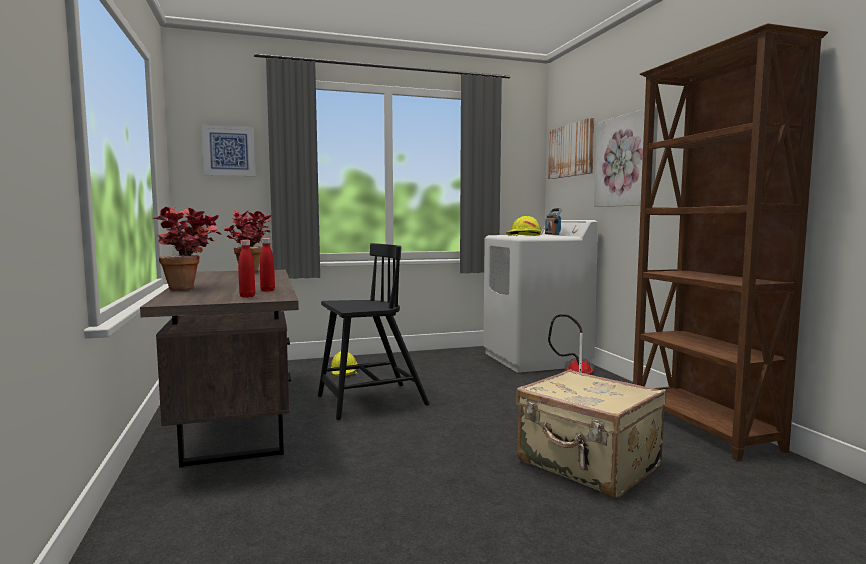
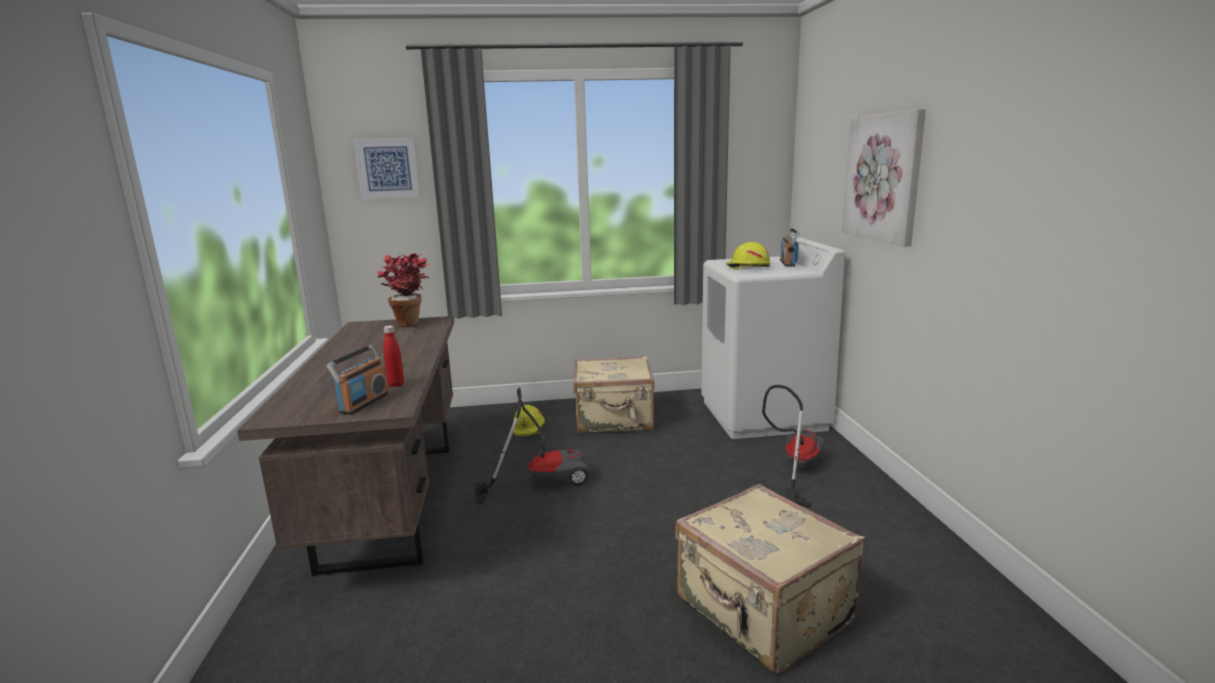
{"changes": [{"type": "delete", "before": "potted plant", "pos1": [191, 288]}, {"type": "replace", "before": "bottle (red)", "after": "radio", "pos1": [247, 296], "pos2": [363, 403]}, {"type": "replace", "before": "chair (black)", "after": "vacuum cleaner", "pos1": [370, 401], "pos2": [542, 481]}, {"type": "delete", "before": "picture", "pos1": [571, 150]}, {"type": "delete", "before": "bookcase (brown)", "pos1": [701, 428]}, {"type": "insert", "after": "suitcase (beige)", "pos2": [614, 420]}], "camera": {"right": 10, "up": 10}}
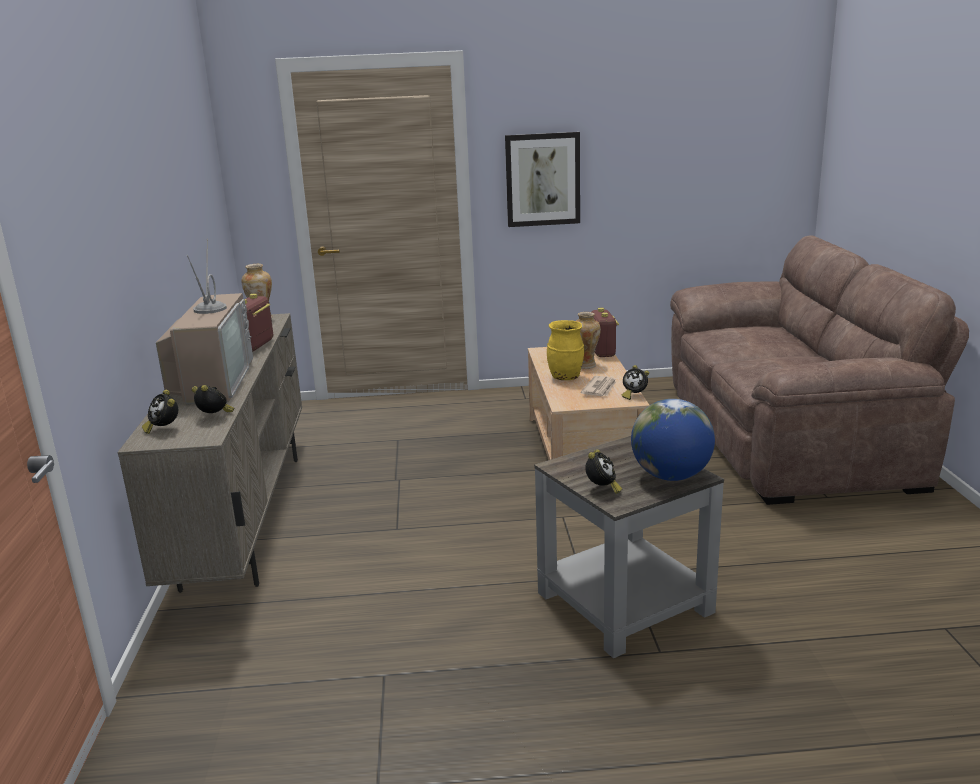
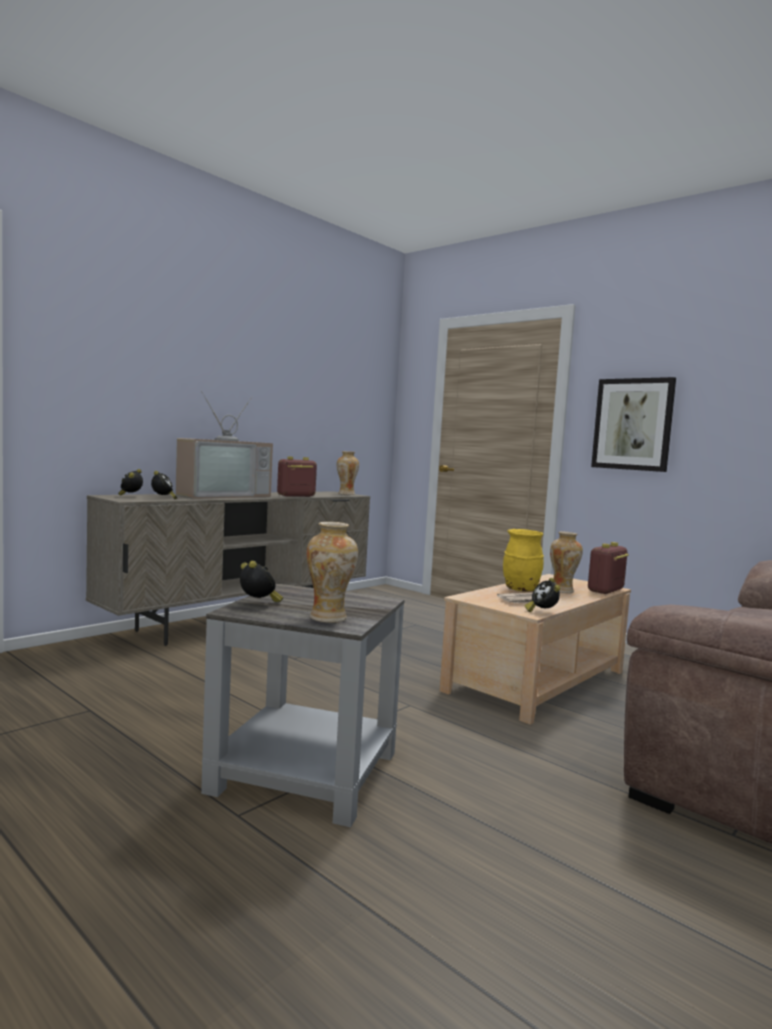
{"changes": [{"type": "rotate", "before": "alarm clock", "pos1": [602, 489], "pos2": [259, 603], "turn": -105}, {"type": "replace", "before": "globe", "after": "vase", "pos1": [671, 476], "pos2": [329, 618]}], "camera": {"right": 45, "up": -15}}
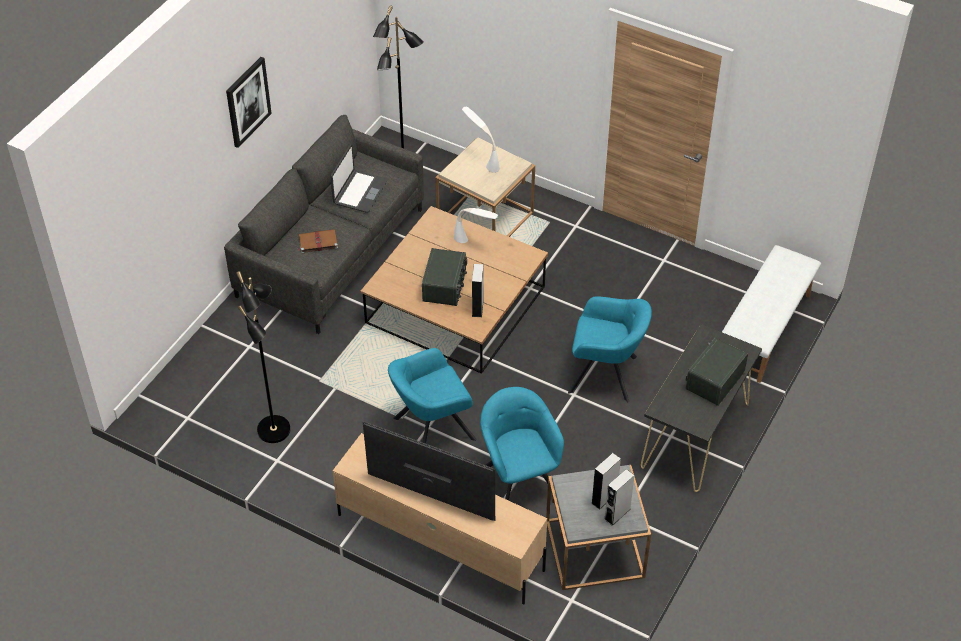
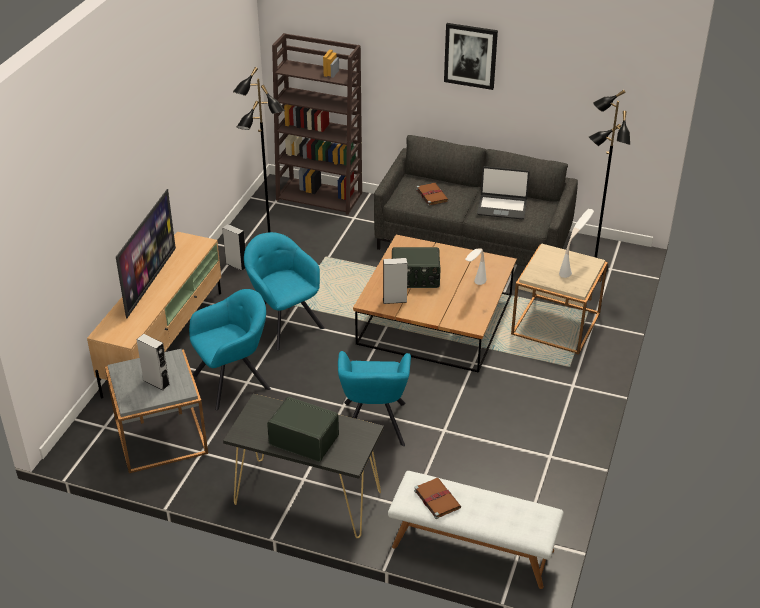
{"changes": [{"type": "move", "before": "speaker (grey)", "pos1": [617, 514], "pos2": [236, 265]}, {"type": "insert", "after": "bookcase (brown)", "pos2": [320, 196]}, {"type": "insert", "after": "book (brown)", "pos2": [436, 498]}], "camera": {"right": 80, "up": -10}}
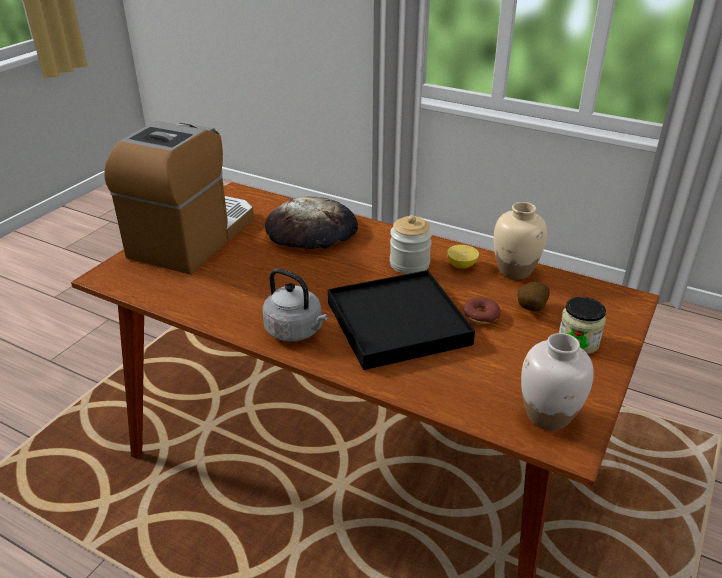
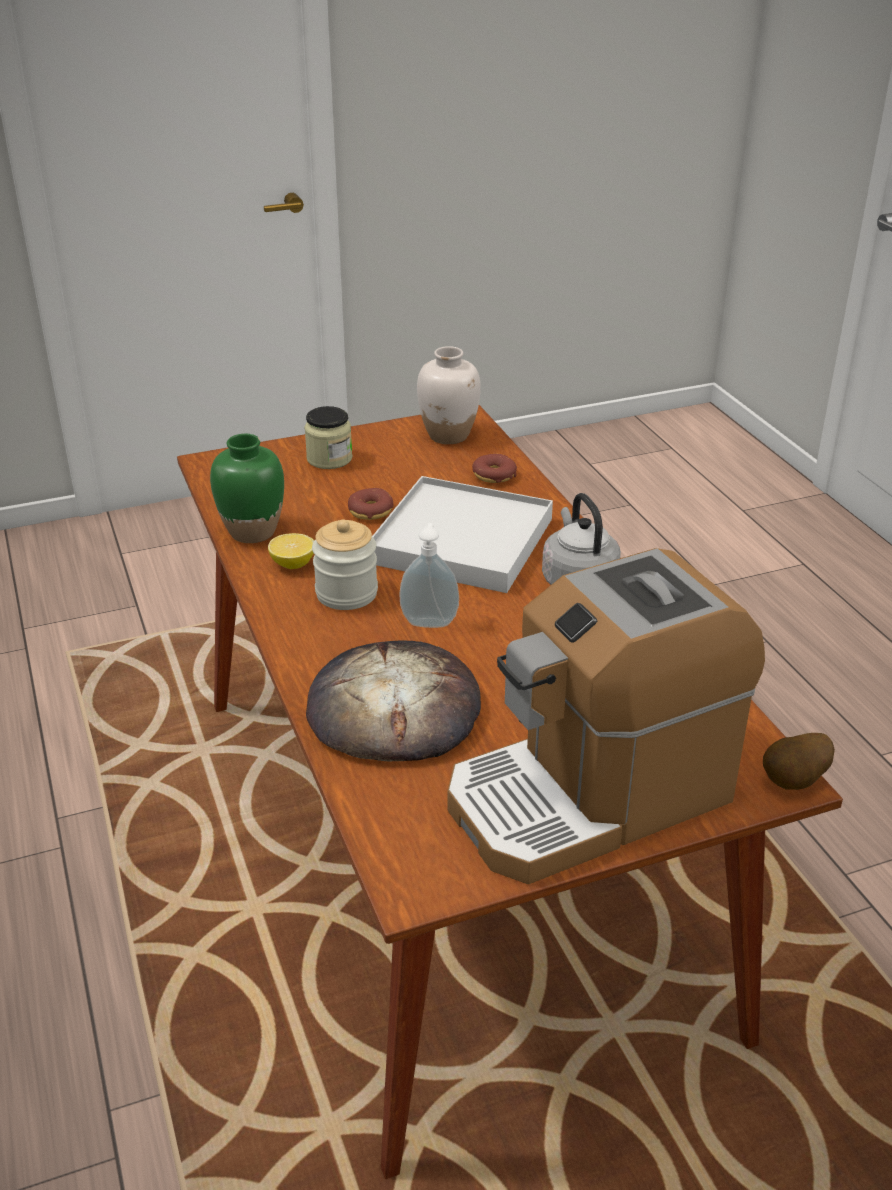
{"changes": [{"type": "recolor", "before": "tray (black)", "after": "tray (white)", "pos1": [398, 323], "pos2": [461, 540]}, {"type": "recolor", "before": "vase (beige)", "after": "vase (green)", "pos1": [515, 271], "pos2": [252, 532]}, {"type": "move", "before": "potato", "pos1": [529, 309], "pos2": [795, 782]}, {"type": "insert", "after": "soap dispenser", "pos2": [429, 621]}, {"type": "insert", "after": "donut", "pos2": [494, 475]}], "camera": {"right": -140, "up": 0}}
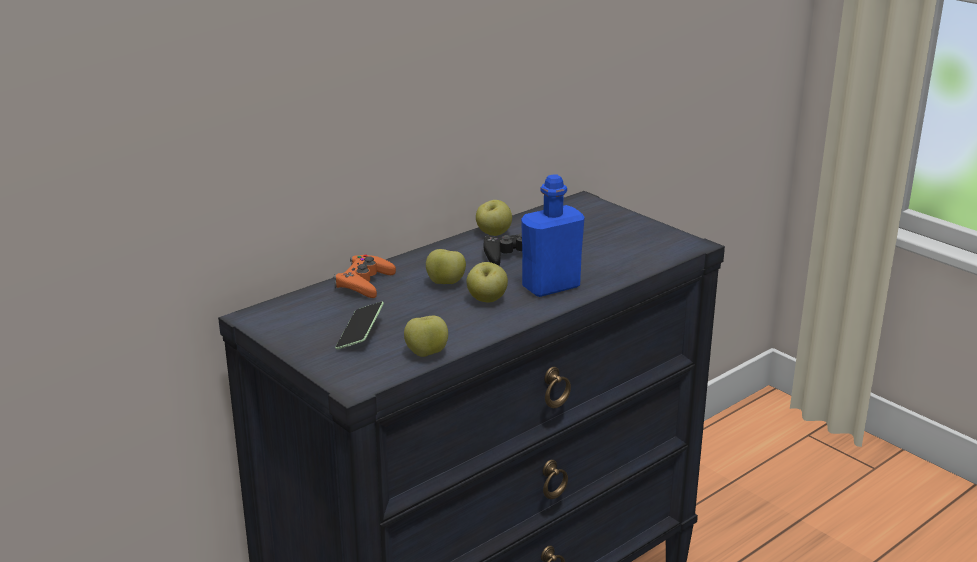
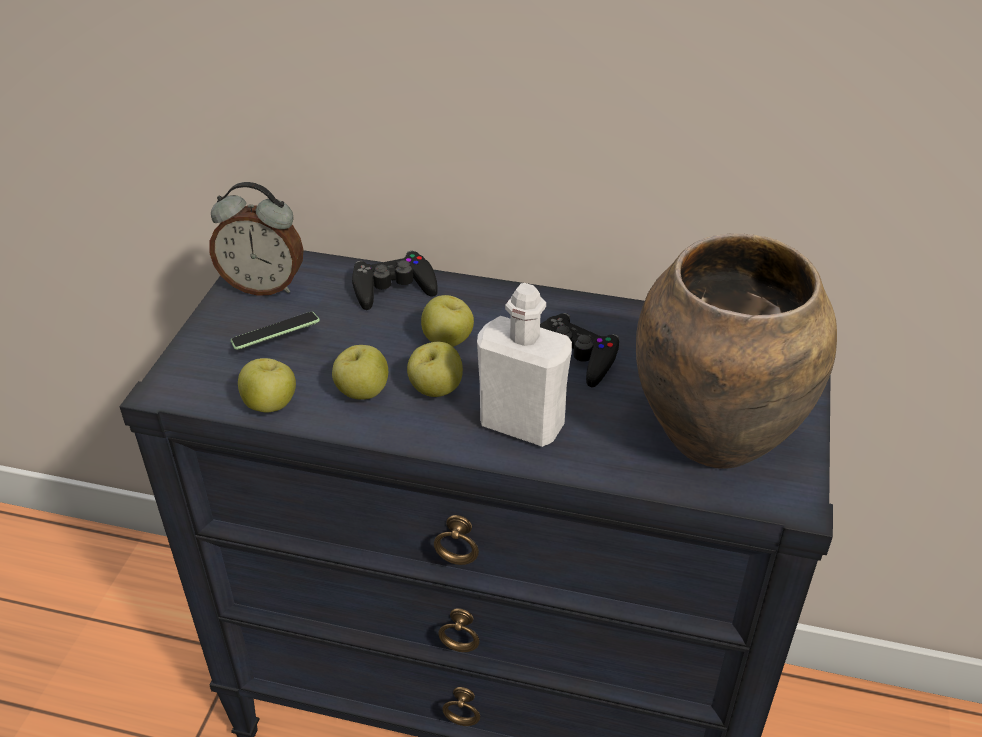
{"changes": [{"type": "recolor", "before": "game controller (orange)", "after": "game controller (black)", "pos1": [364, 283], "pos2": [393, 288]}, {"type": "move", "before": "apple", "pos1": [494, 234], "pos2": [362, 392]}, {"type": "recolor", "before": "bottle (blue)", "after": "bottle (white)", "pos1": [551, 286], "pos2": [522, 424]}, {"type": "insert", "after": "alarm clock", "pos2": [264, 286]}, {"type": "insert", "after": "vase (brown)", "pos2": [717, 438]}], "camera": {"right": 55, "up": 15}}
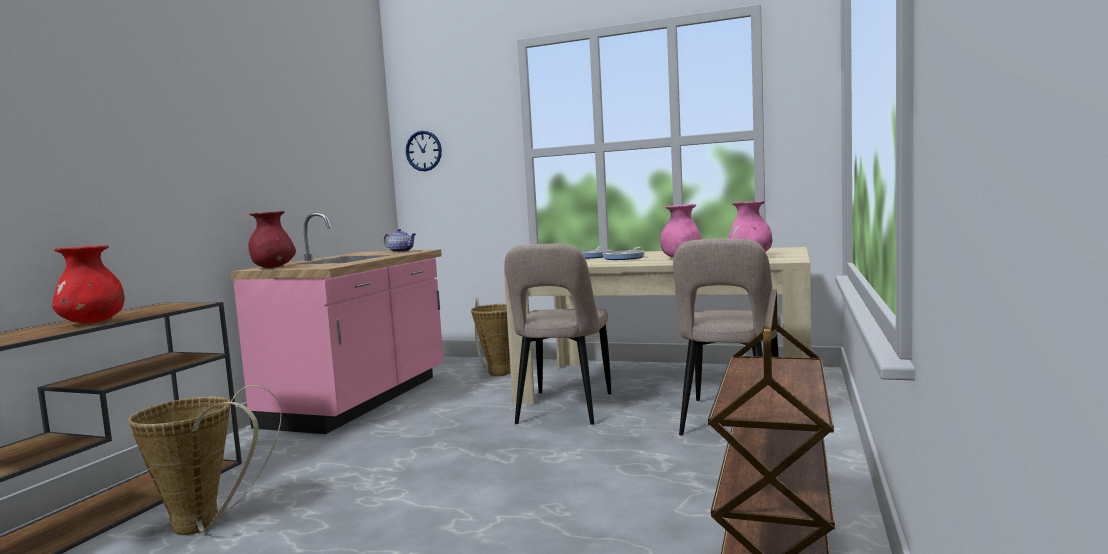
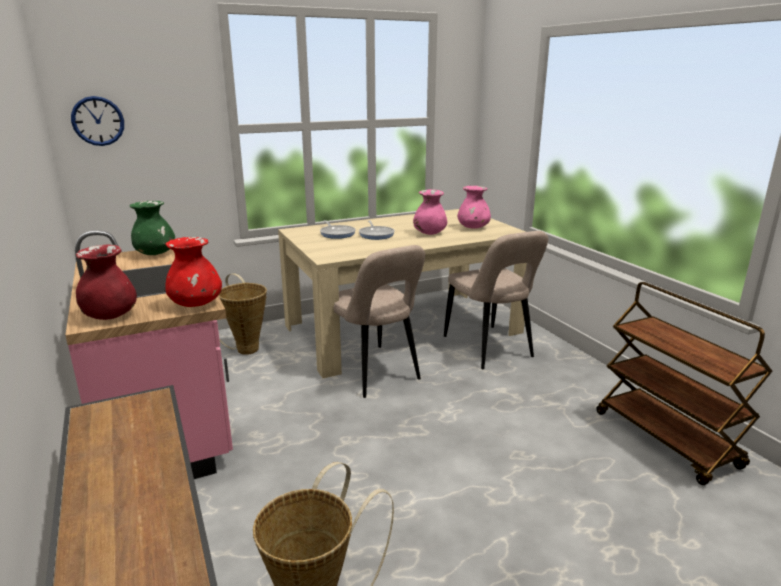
{"changes": [{"type": "move", "before": "vase (red)", "pos1": [92, 323], "pos2": [196, 304]}, {"type": "replace", "before": "teapot", "after": "vase (green)", "pos1": [401, 251], "pos2": [155, 254]}], "camera": {"right": -45, "up": 15}}
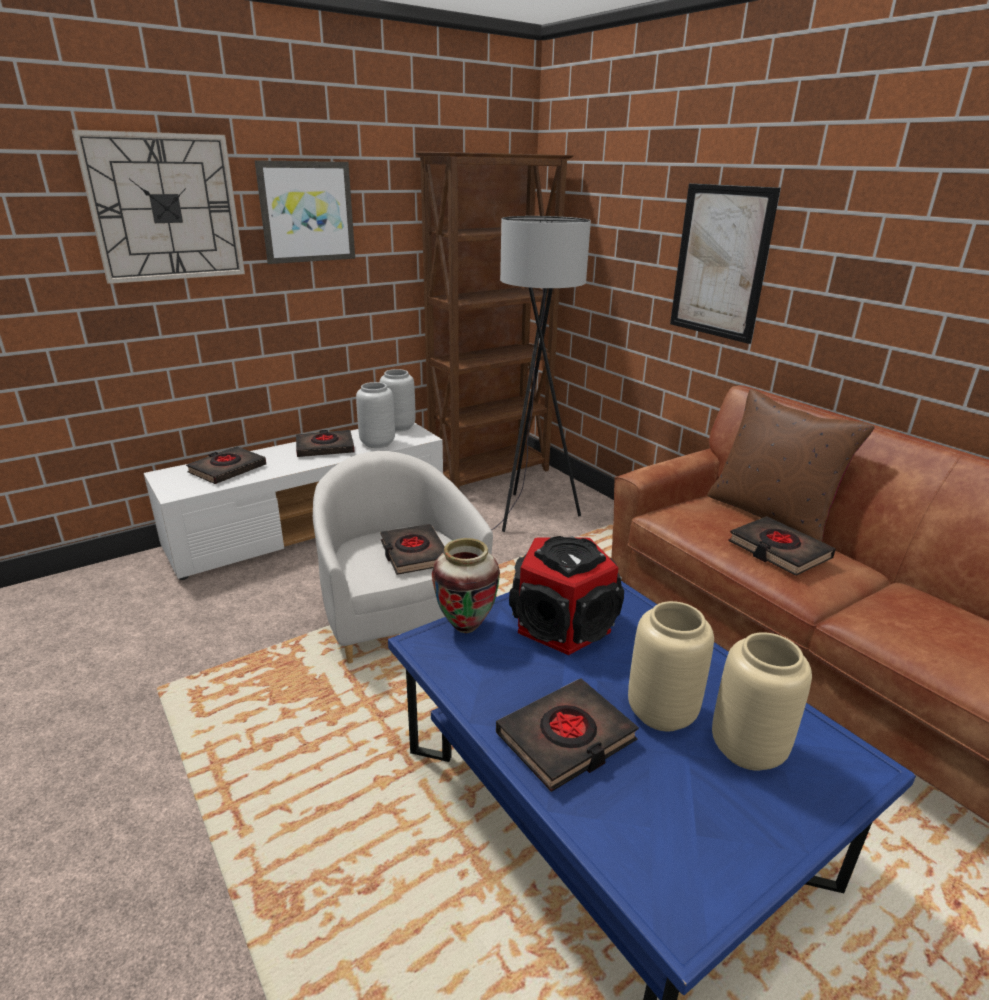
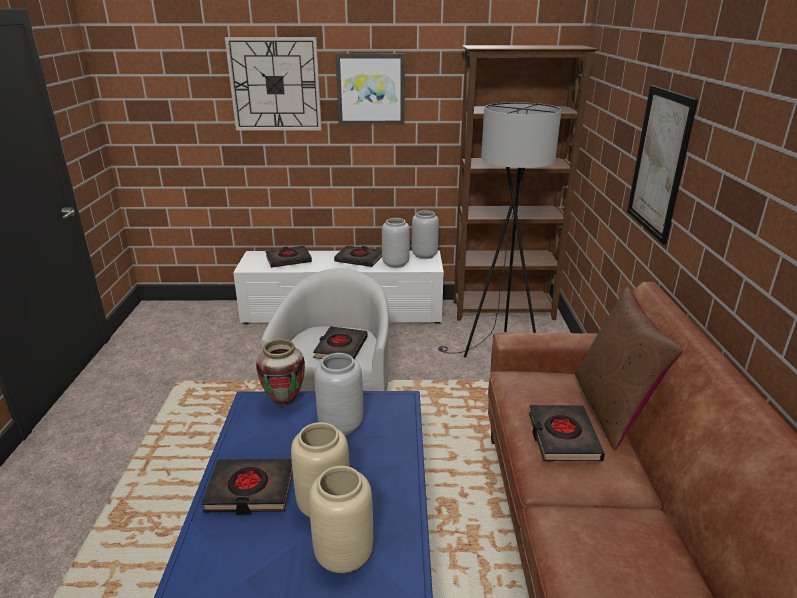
{"changes": [{"type": "replace", "before": "speaker", "after": "vase (grey)", "pos1": [562, 624], "pos2": [341, 424]}], "camera": {"right": 35, "up": 0}}
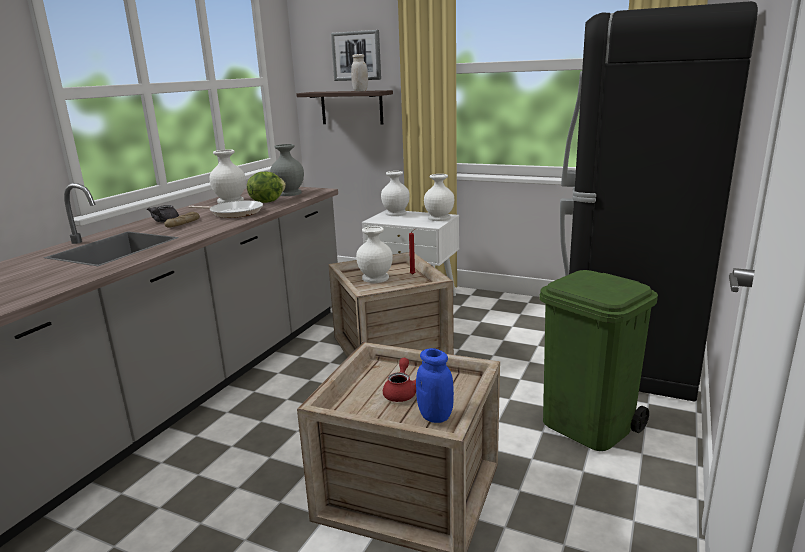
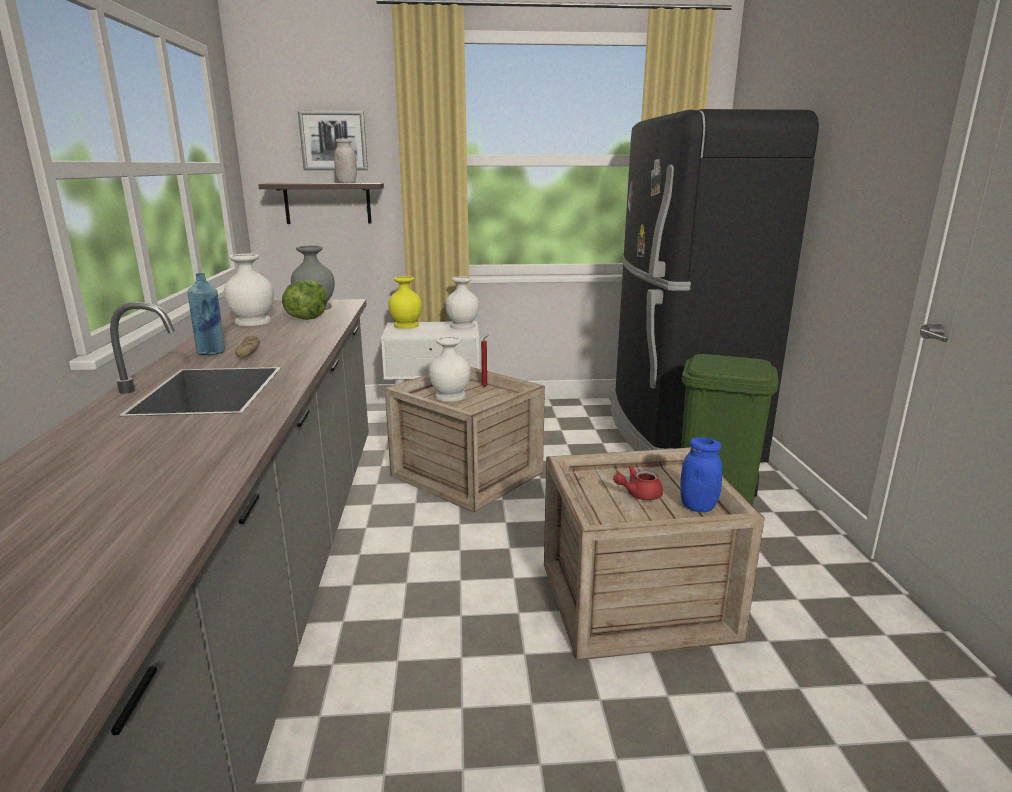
{"changes": [{"type": "replace", "before": "teapot (grey)", "after": "bottle (blue)", "pos1": [164, 221], "pos2": [211, 352]}, {"type": "delete", "before": "frying pan", "pos1": [234, 213]}, {"type": "recolor", "before": "vase (white)", "after": "vase (yellow)", "pos1": [395, 213], "pos2": [406, 326]}, {"type": "rotate", "before": "teapot (red)", "pos1": [401, 392], "pos2": [638, 494], "turn": -90}], "camera": {"right": -30, "up": 0}}
